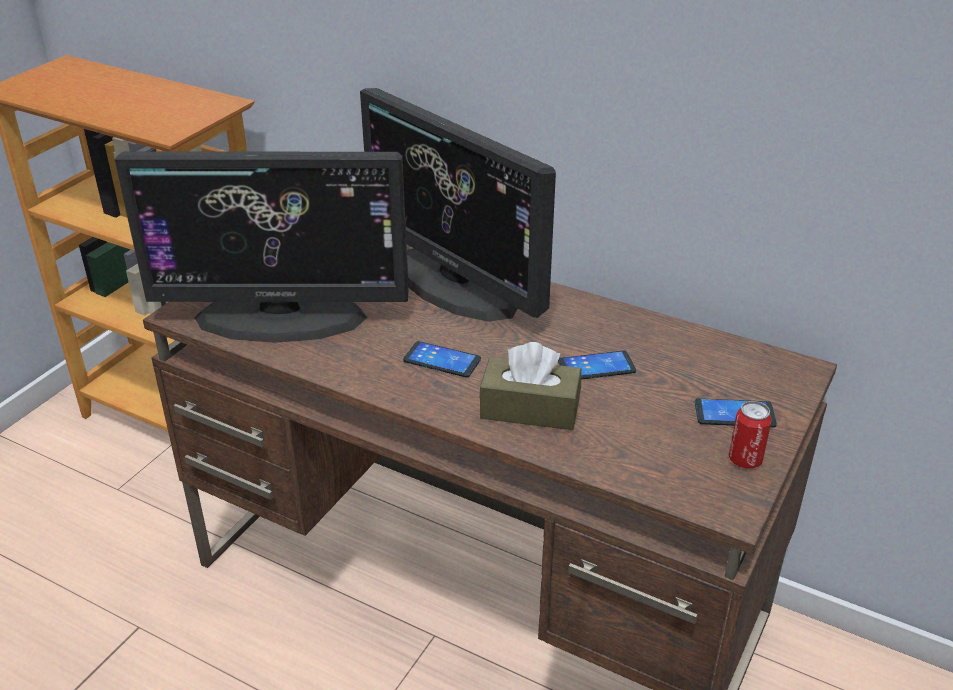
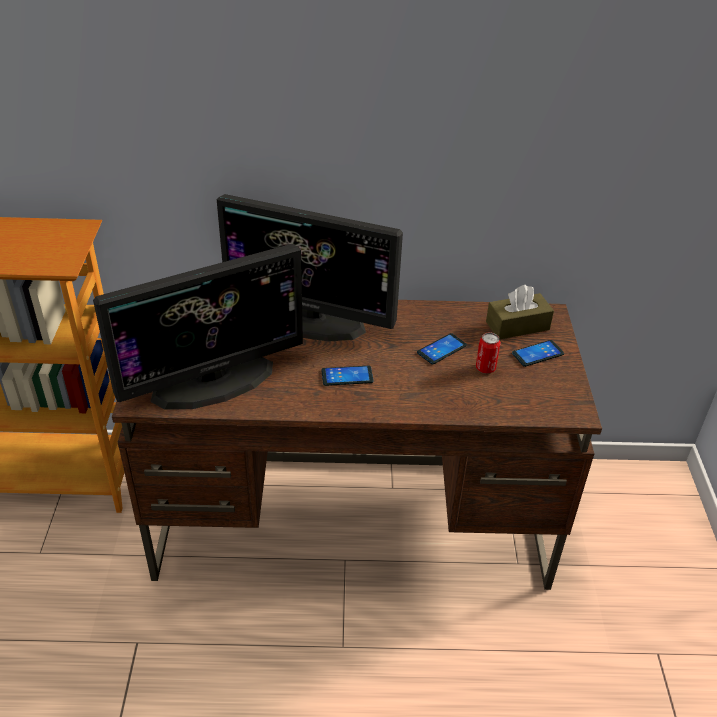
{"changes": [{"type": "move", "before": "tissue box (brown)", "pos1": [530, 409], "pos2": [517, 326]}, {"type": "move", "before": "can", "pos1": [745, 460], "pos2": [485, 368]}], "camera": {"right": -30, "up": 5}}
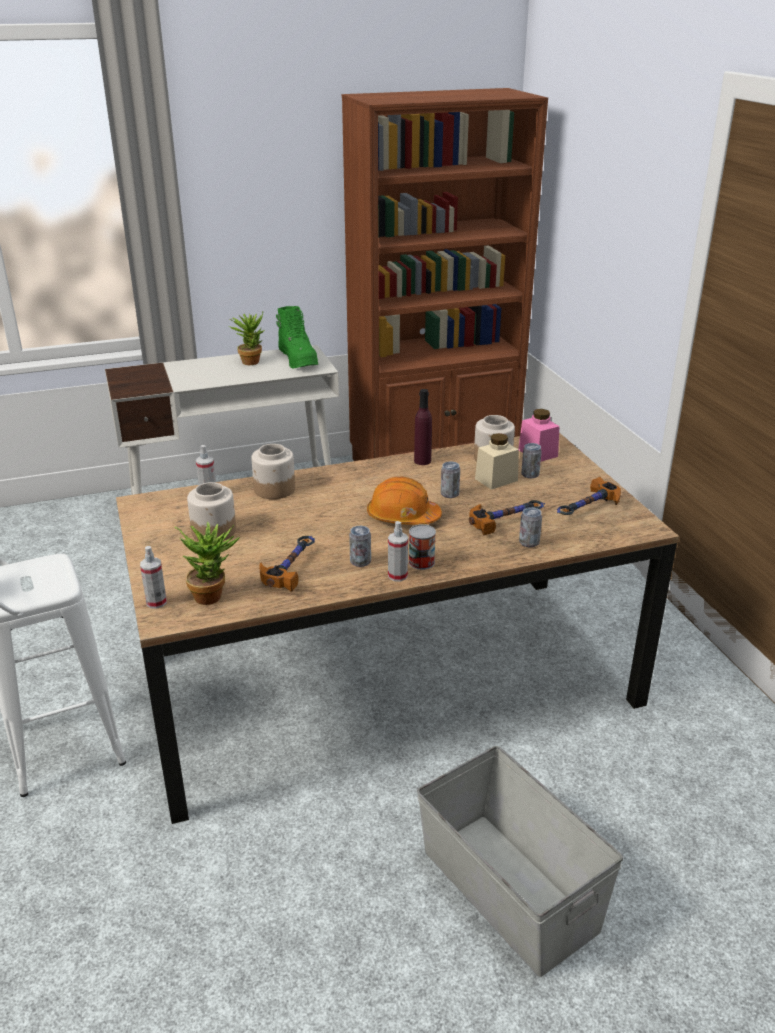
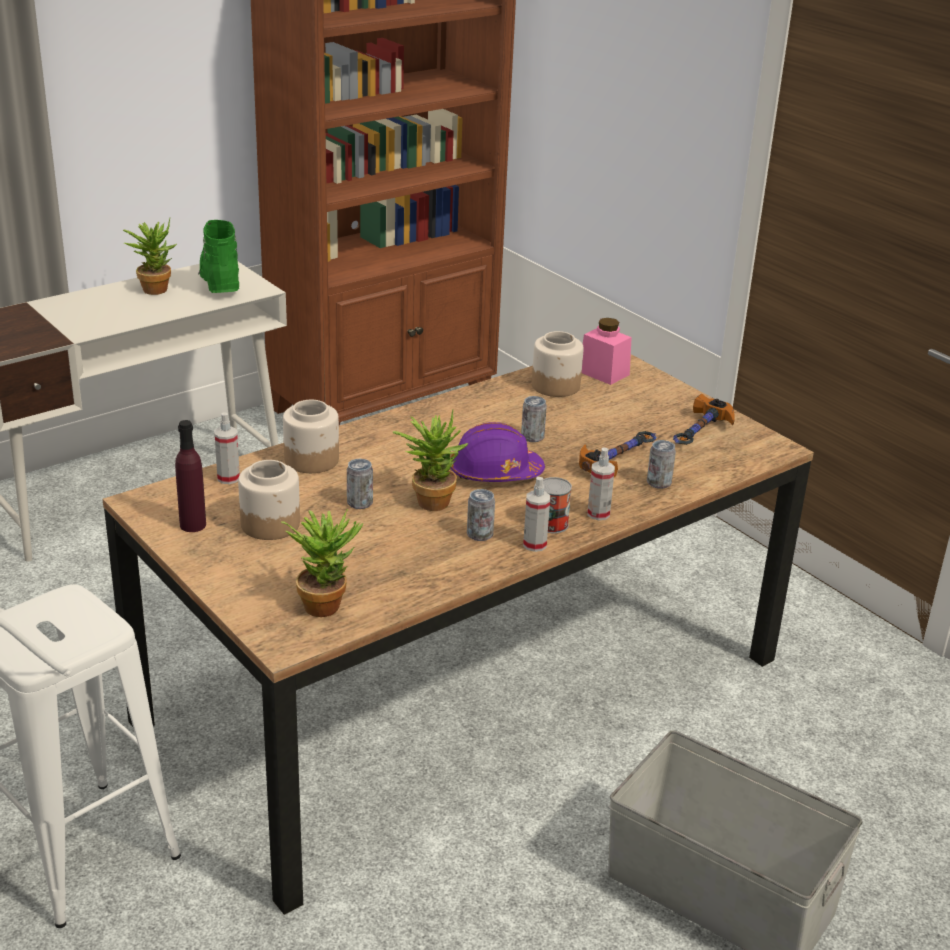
{"changes": [{"type": "move", "before": "spray bottle", "pos1": [156, 602], "pos2": [598, 514]}, {"type": "delete", "before": "hammer", "pos1": [290, 568]}, {"type": "rotate", "before": "boot (green)", "pos1": [298, 360], "pos2": [220, 280], "turn": -150}, {"type": "recolor", "before": "hard hat (orange)", "after": "hard hat (purple)", "pos1": [402, 517], "pos2": [494, 473]}, {"type": "move", "before": "bottle (purple)", "pos1": [422, 461], "pos2": [193, 525]}, {"type": "delete", "before": "jar (beige)", "pos1": [496, 479]}, {"type": "move", "before": "can", "pos1": [530, 474], "pos2": [360, 503]}, {"type": "insert", "after": "potted plant", "pos2": [430, 499]}], "camera": {"right": -20, "up": 0}}
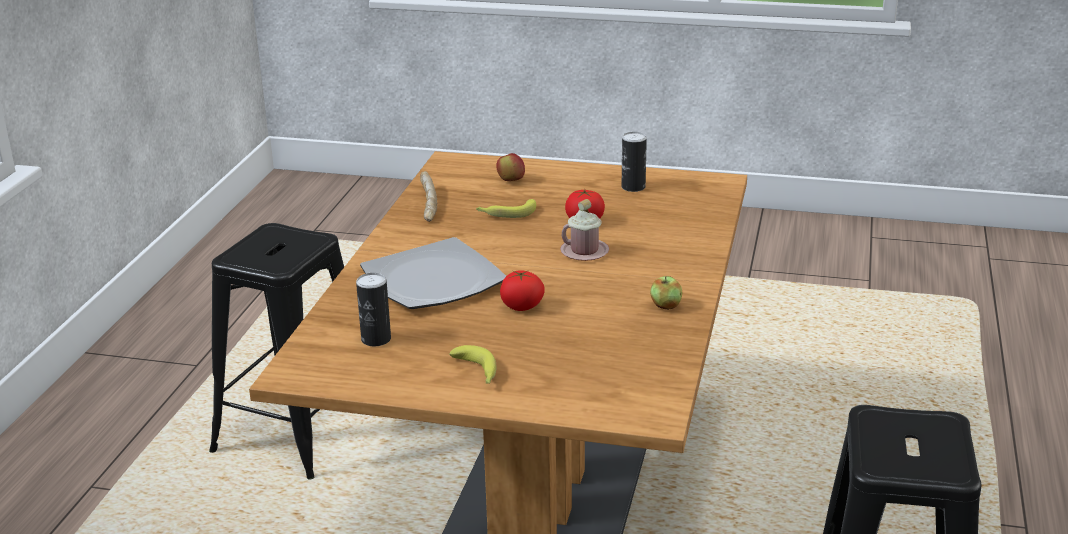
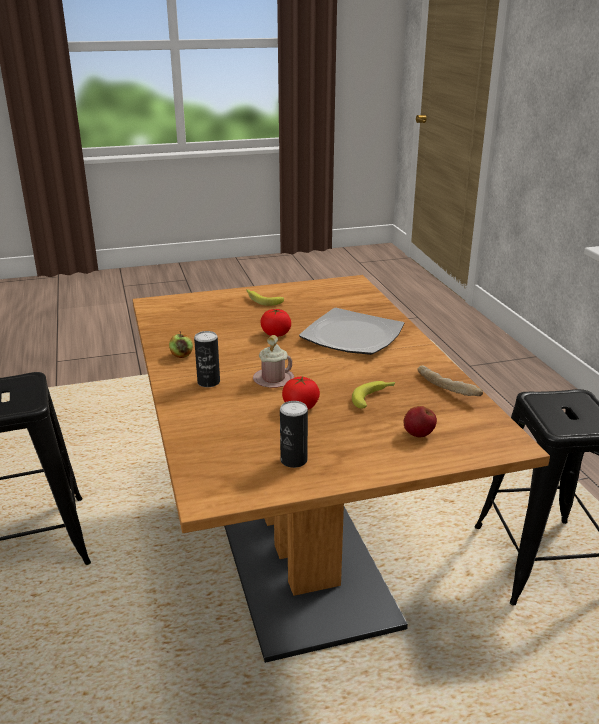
{"changes": [{"type": "move", "before": "can", "pos1": [376, 339], "pos2": [208, 382]}], "camera": {"right": 150, "up": 0}}
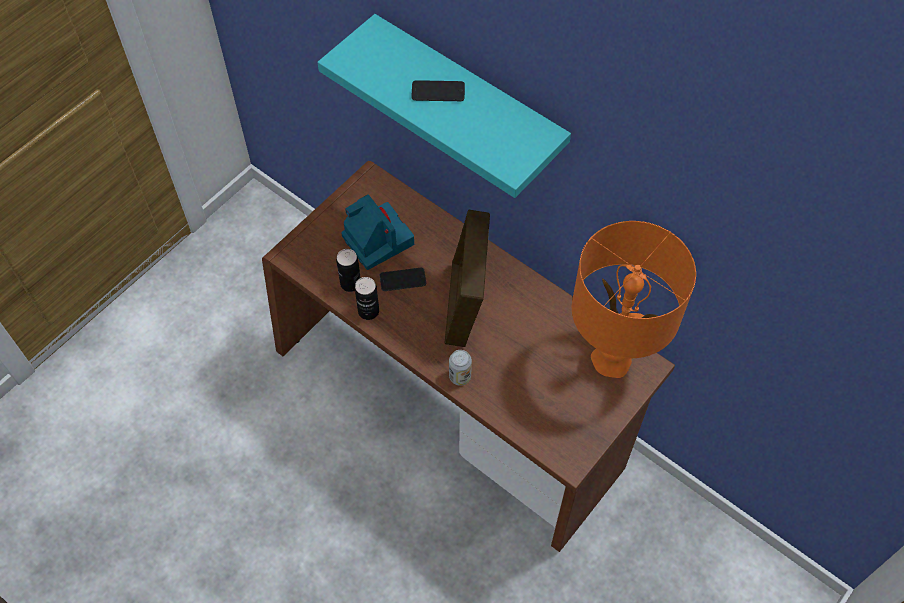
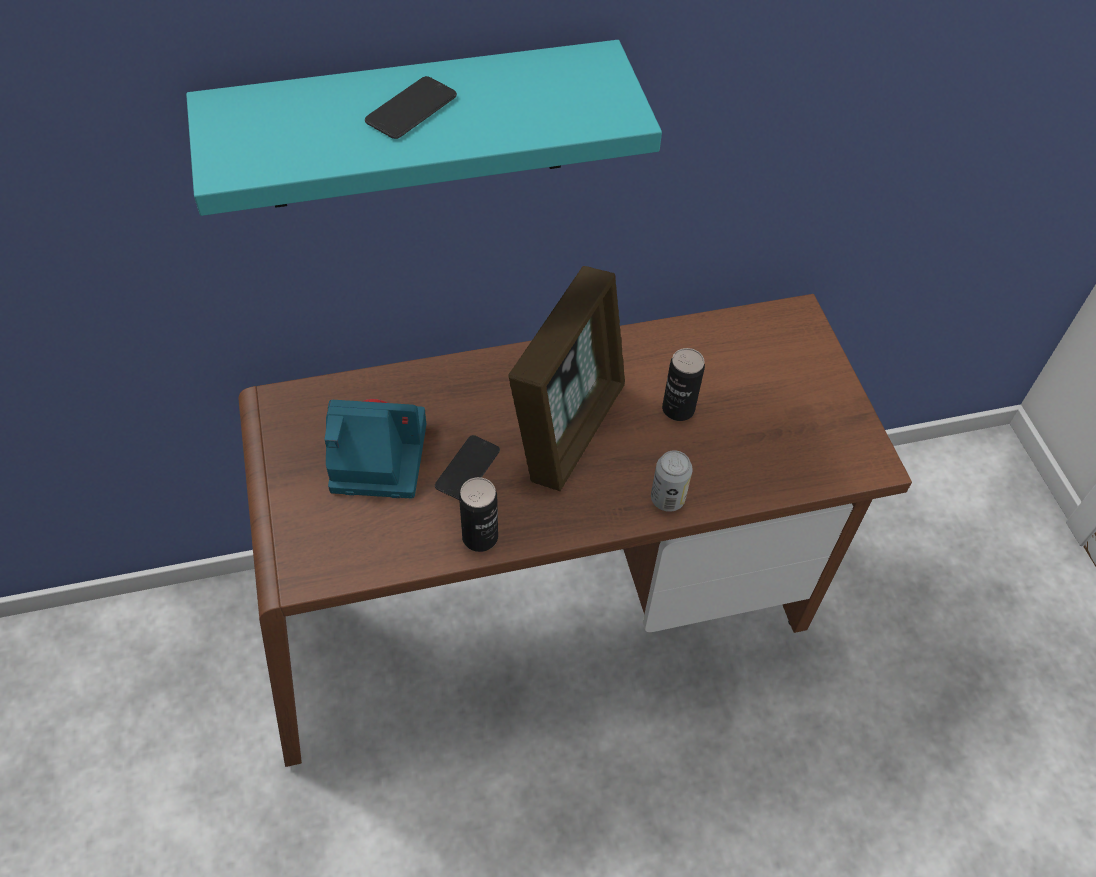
{"changes": [{"type": "move", "before": "can", "pos1": [350, 283], "pos2": [678, 409]}, {"type": "rotate", "before": "picture frame", "pos1": [466, 306], "pos2": [569, 427], "turn": -105}, {"type": "delete", "before": "table lamp (orange)", "pos1": [612, 358]}], "camera": {"right": -55, "up": -5}}
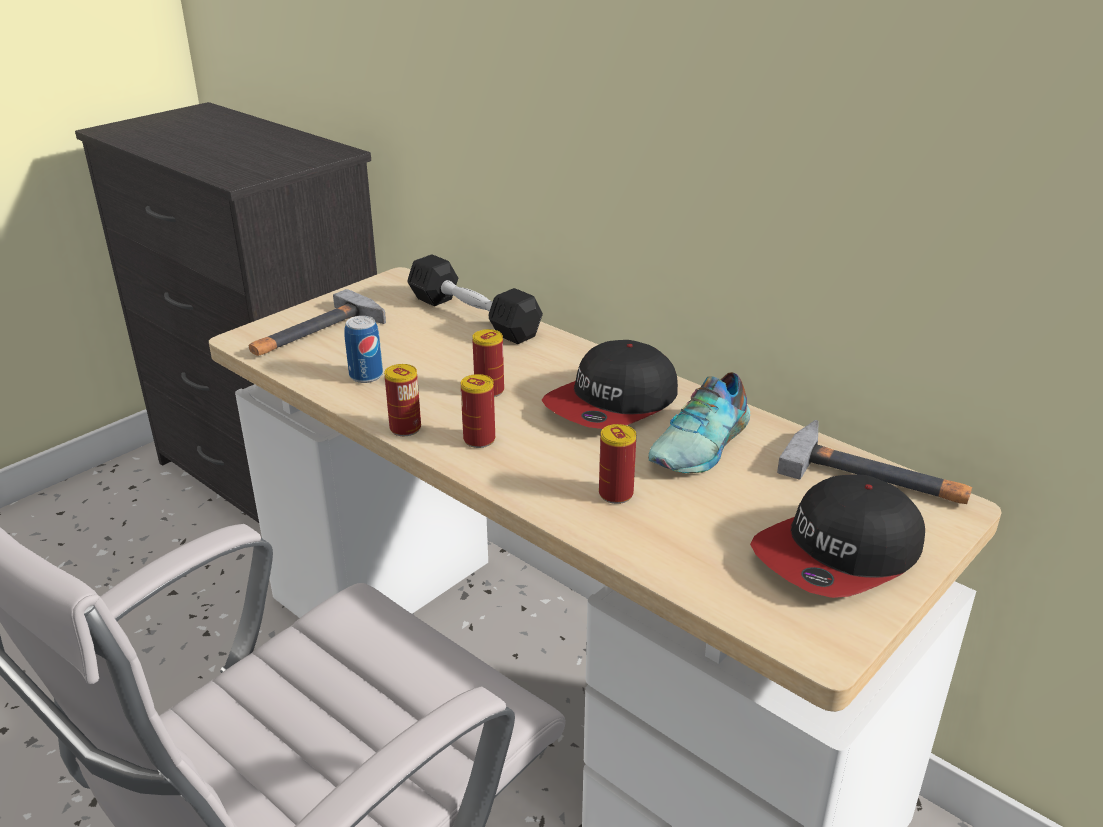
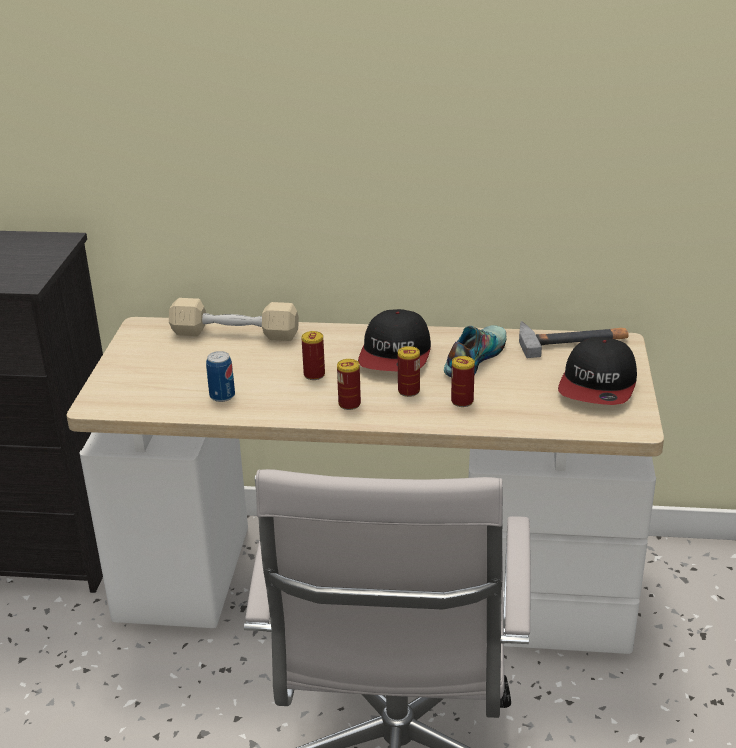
{"changes": [{"type": "delete", "before": "hammer", "pos1": [316, 333]}, {"type": "move", "before": "can", "pos1": [405, 428], "pos2": [408, 391]}, {"type": "recolor", "before": "dumbbell (black)", "after": "dumbbell (beige)", "pos1": [473, 316], "pos2": [235, 333]}, {"type": "rotate", "before": "shoe", "pos1": [703, 445], "pos2": [473, 358], "turn": -150}], "camera": {"right": -35, "up": 0}}
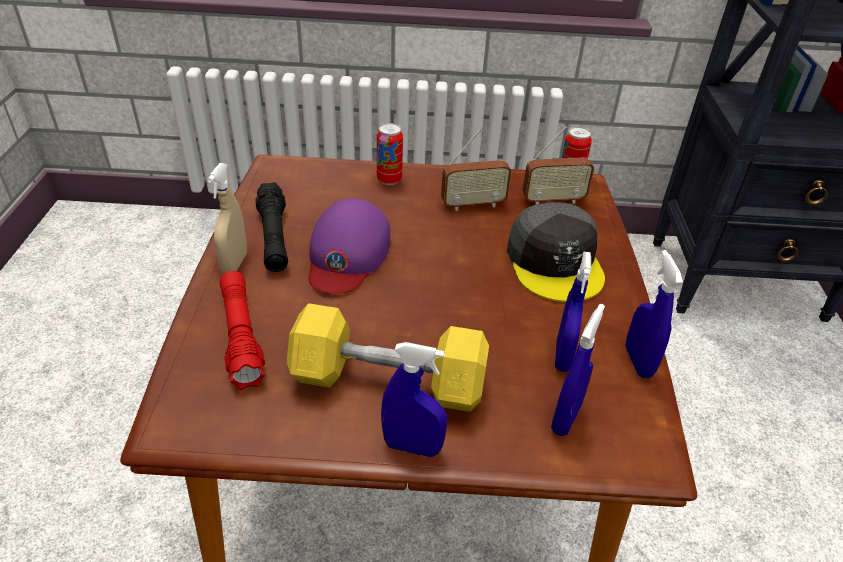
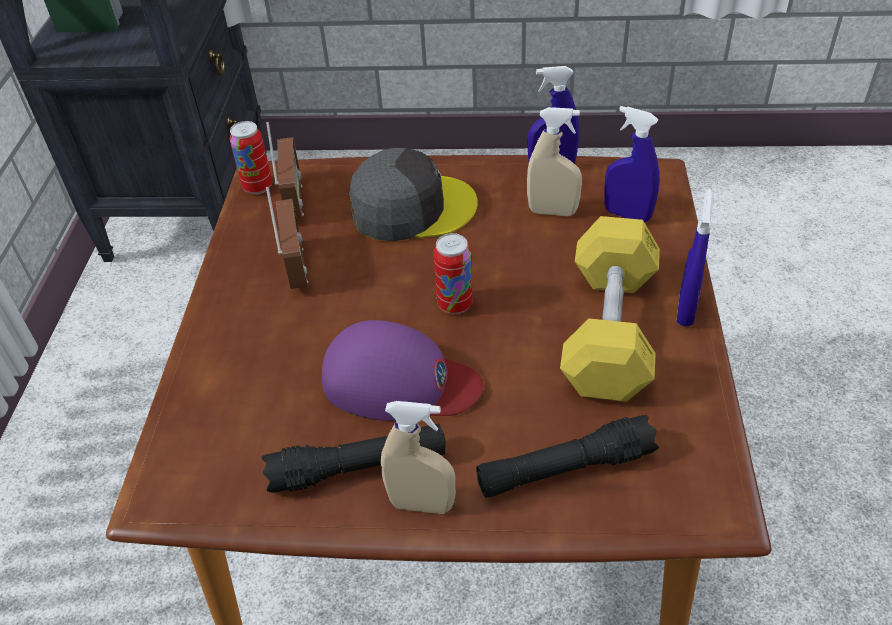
{"changes": [{"type": "recolor", "before": "flashlight (red)", "after": "flashlight (black)", "pos1": [241, 336], "pos2": [564, 469]}, {"type": "move", "before": "can", "pos1": [389, 180], "pos2": [455, 304]}, {"type": "recolor", "before": "spray bottle (blue)", "after": "spray bottle (beige)", "pos1": [562, 356], "pos2": [552, 212]}], "camera": {"right": -85, "up": 5}}
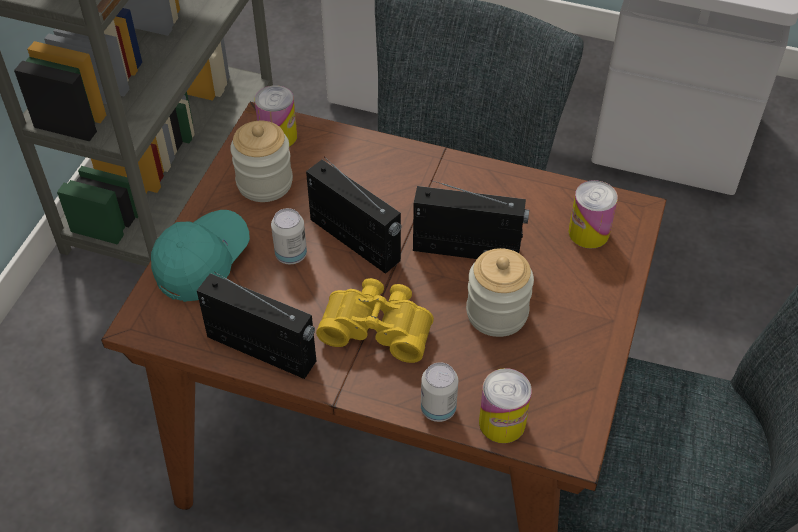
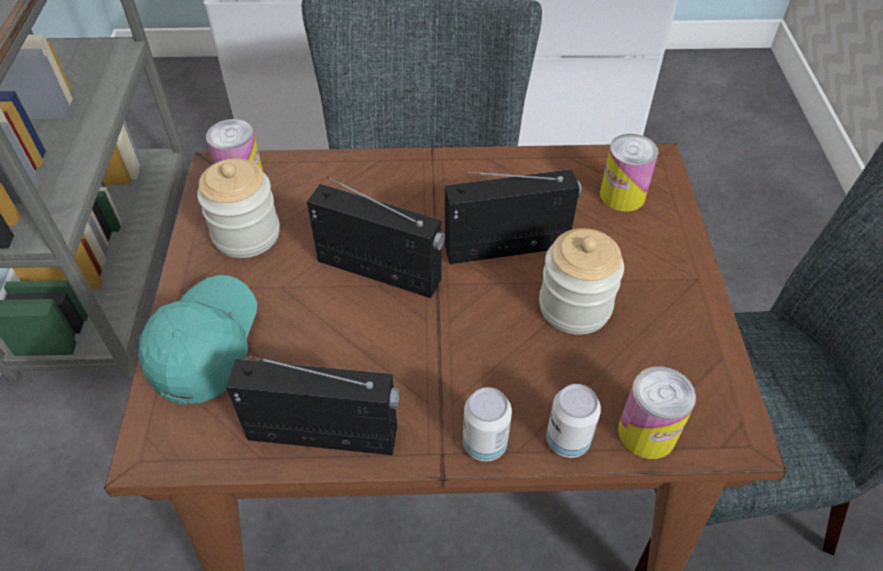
{"changes": [{"type": "move", "before": "can", "pos1": [291, 255], "pos2": [484, 443]}, {"type": "delete", "before": "binoculars (yellow)", "pos1": [378, 326]}], "camera": {"right": -20, "up": 0}}
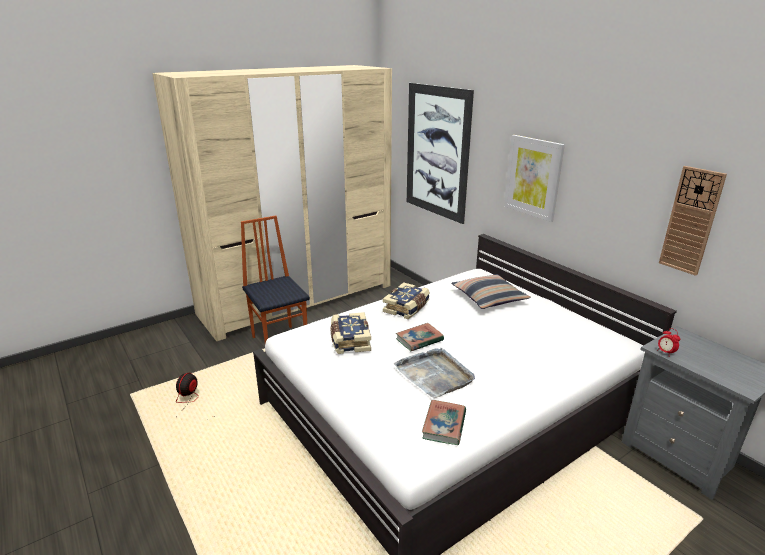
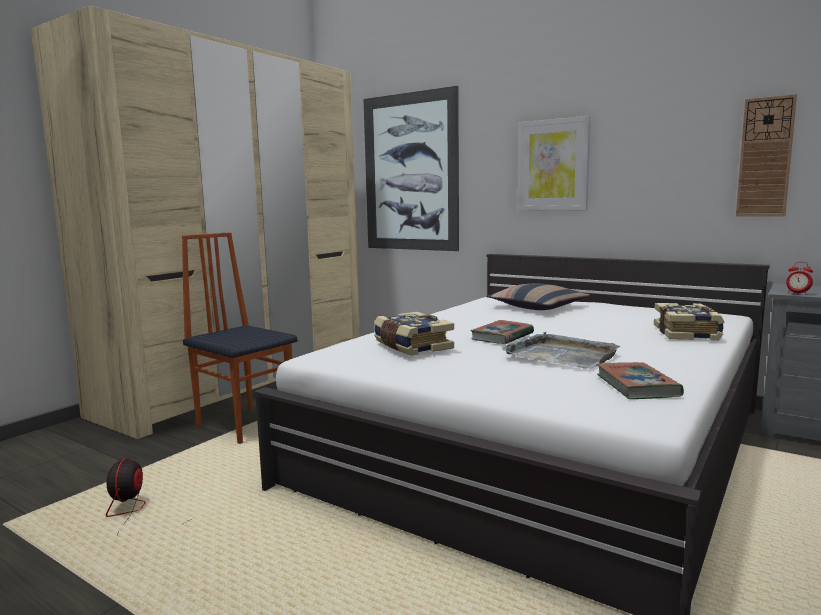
{"changes": [{"type": "move", "before": "book", "pos1": [407, 308], "pos2": [687, 333]}], "camera": {"right": -20, "up": -15}}
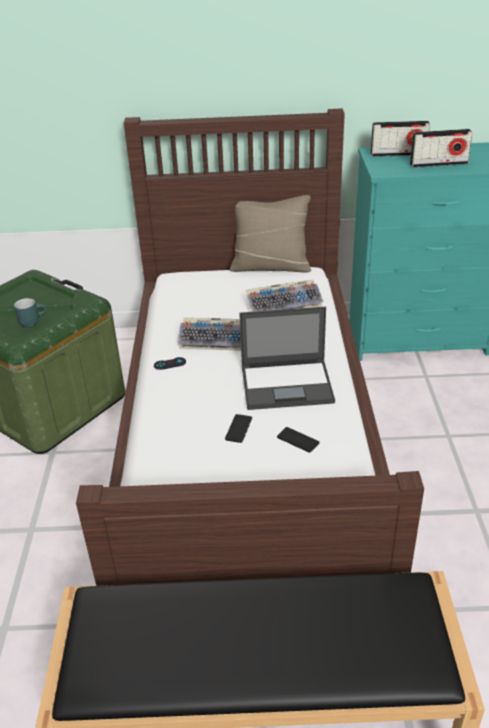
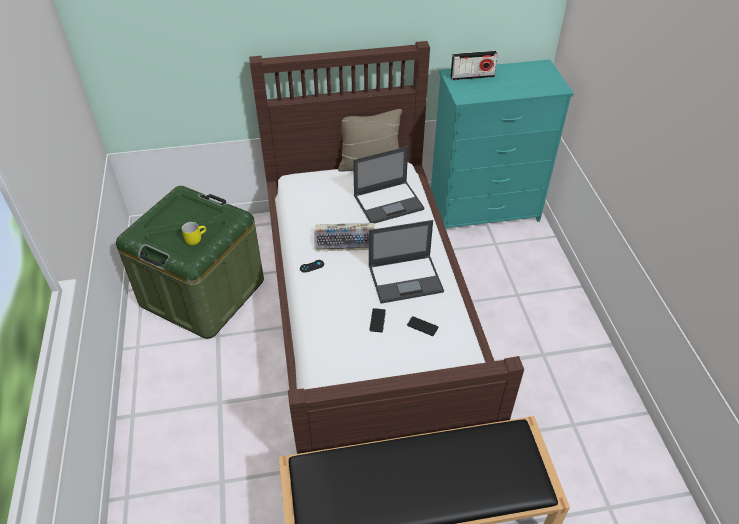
{"changes": [{"type": "recolor", "before": "mug (turquoise)", "after": "mug (yellow)", "pos1": [32, 321], "pos2": [195, 238]}, {"type": "replace", "before": "keyboard", "after": "laptop", "pos1": [284, 303], "pos2": [389, 202]}, {"type": "delete", "before": "radio", "pos1": [438, 164]}], "camera": {"right": -10, "up": 10}}
